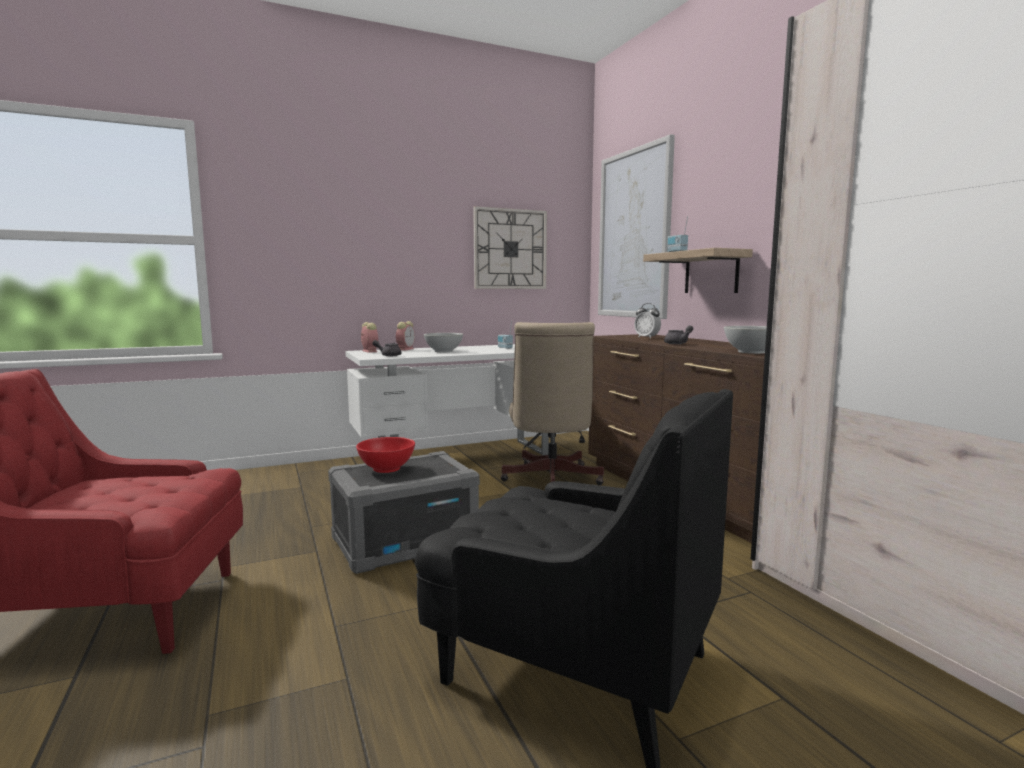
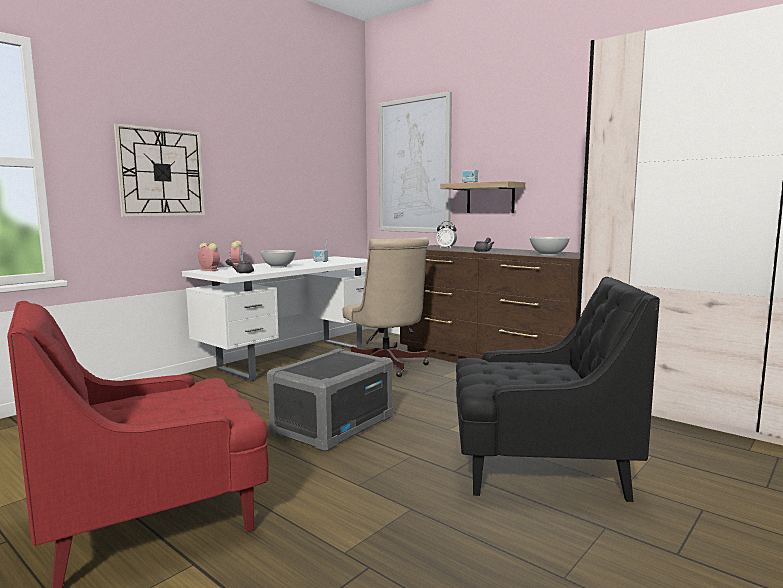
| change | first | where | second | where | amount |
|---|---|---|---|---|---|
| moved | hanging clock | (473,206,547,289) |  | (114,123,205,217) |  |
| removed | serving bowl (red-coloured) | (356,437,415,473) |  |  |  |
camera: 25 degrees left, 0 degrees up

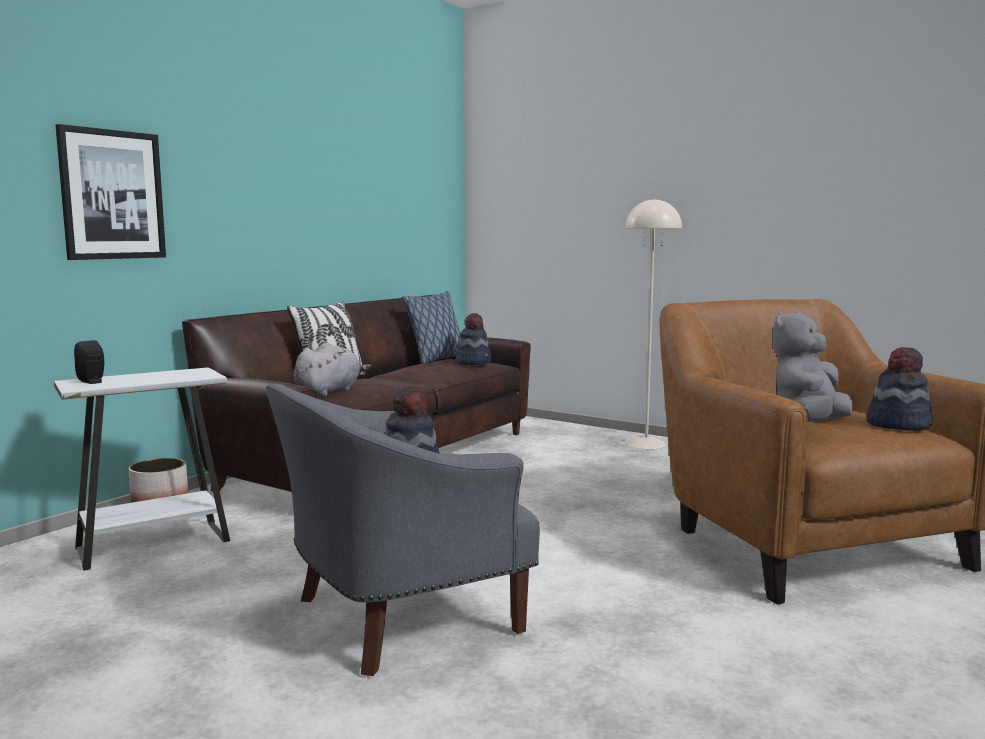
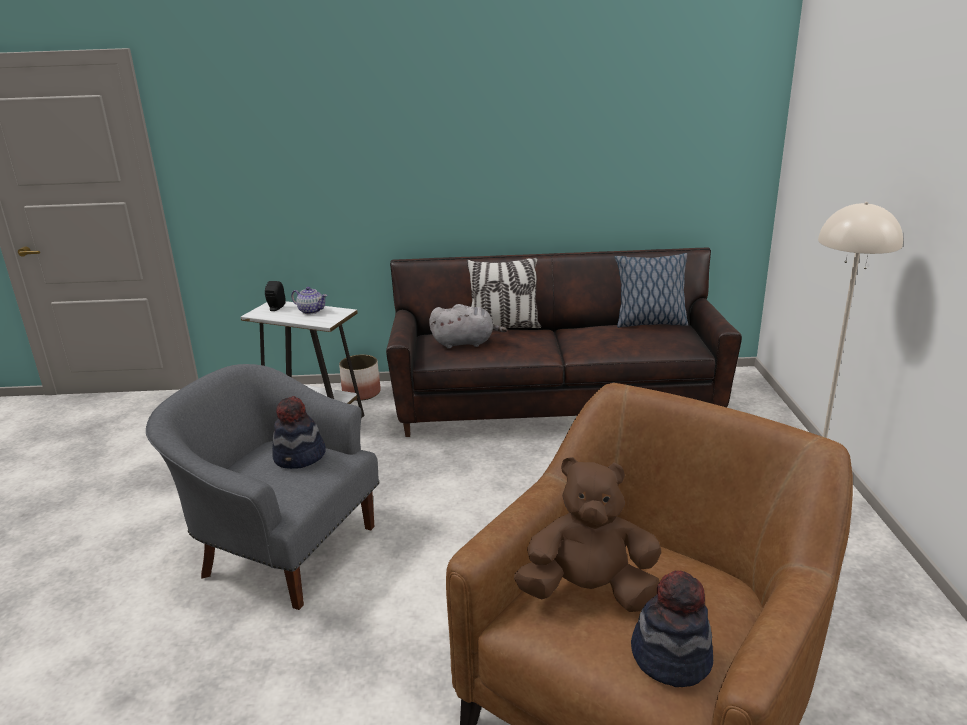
| change | first | where | second | where | amount |
|---|---|---|---|---|---|
| removed | wall art | (56,124,166,260) |  |  |  |
| recoloured | plush toy (greyish) | (773,311,854,422) | plush toy (brownish) | (514,457,661,612) |  |
| removed | clothing hat | (456,313,491,365) |  |  |  |
| added |  |  | teapot | (291,287,327,314) |  |
camera: 55 degrees right, 15 degrees up

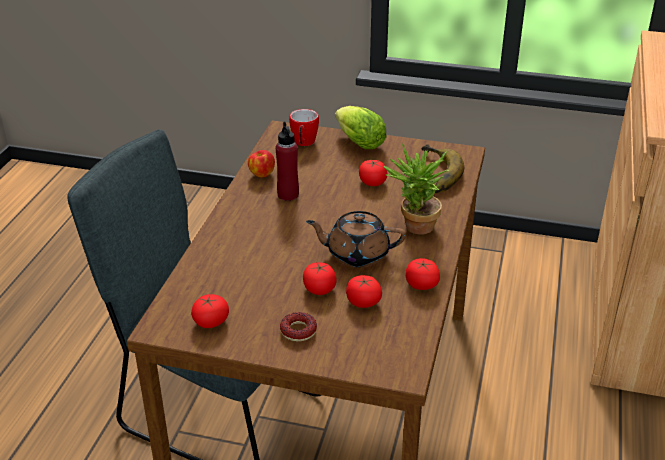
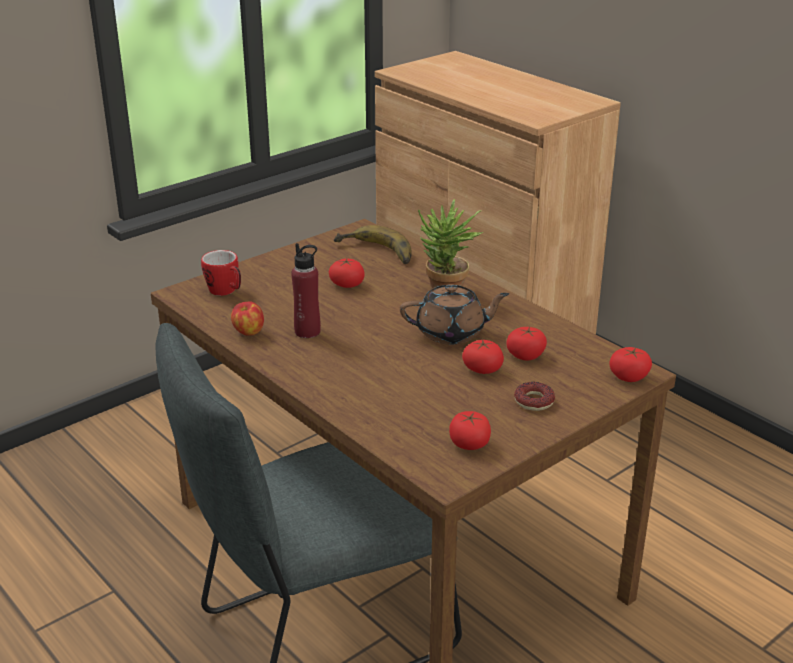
| change | first | where | second | where | amount |
|---|---|---|---|---|---|
| removed | lettuce head | (335,106,387,149) |  |  |  |
| turned | teapot (brownish) | (306,211,406,267) |  | (400,284,509,344) | 135 degrees counterclockwise |
| moved | fresh tomato | (405,258,440,290) |  | (609,347,652,382) |  |
camera: 55 degrees left, 5 degrees down

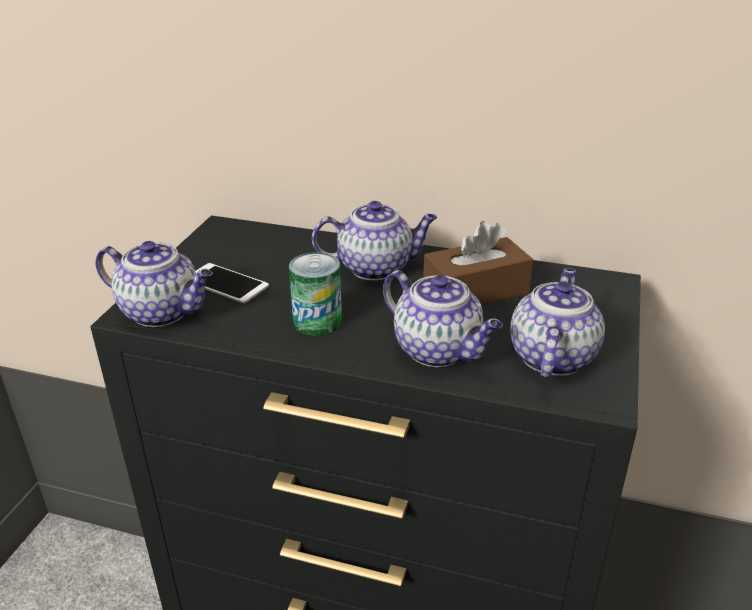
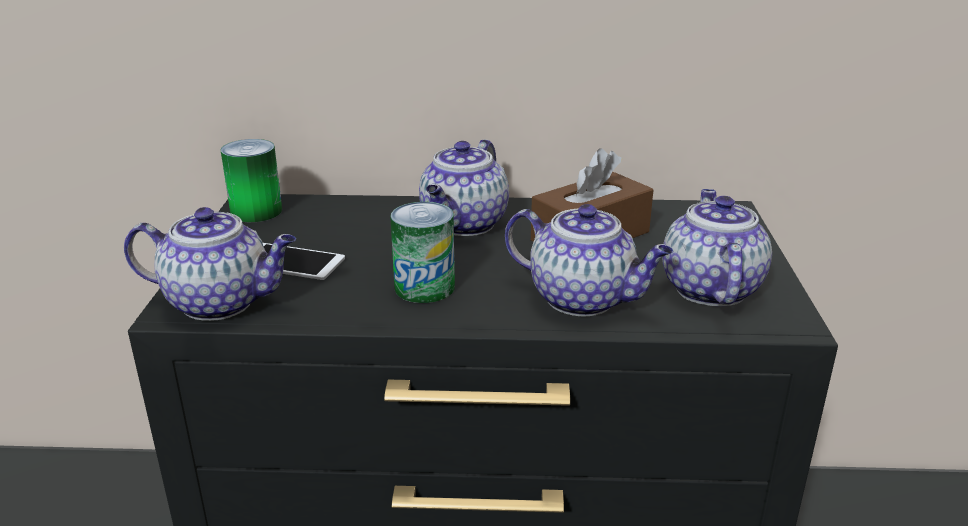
| change | first | where | second | where | amount |
|---|---|---|---|---|---|
| turned | teapot | (312,201,437,280) |  | (419,139,509,236) | 135 degrees clockwise |
| added |  |  | metal can | (220,139,282,222) |  |
camera: 15 degrees left, 5 degrees down

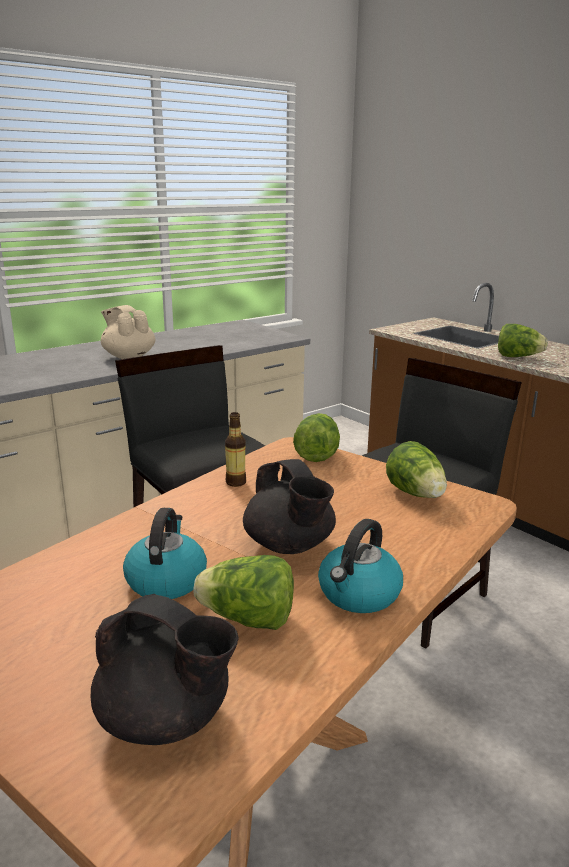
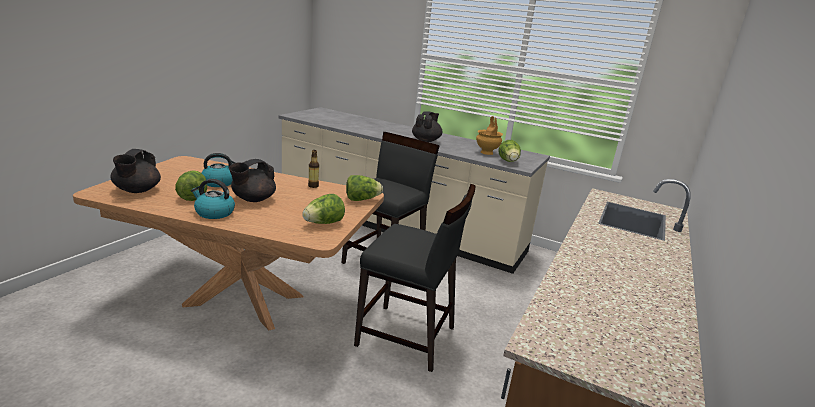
| change | first | where | second | where | amount |
|---|---|---|---|---|---|
| recoloured | teapot (beige) | (101,305,156,359) | teapot (black) | (412,111,442,142) |  |
| moved | lettuce head | (498,324,548,357) |  | (498,140,521,162) |  |
| added |  |  | vase (brownish) | (476,116,503,155) |  |
camera: 65 degrees right, 0 degrees up

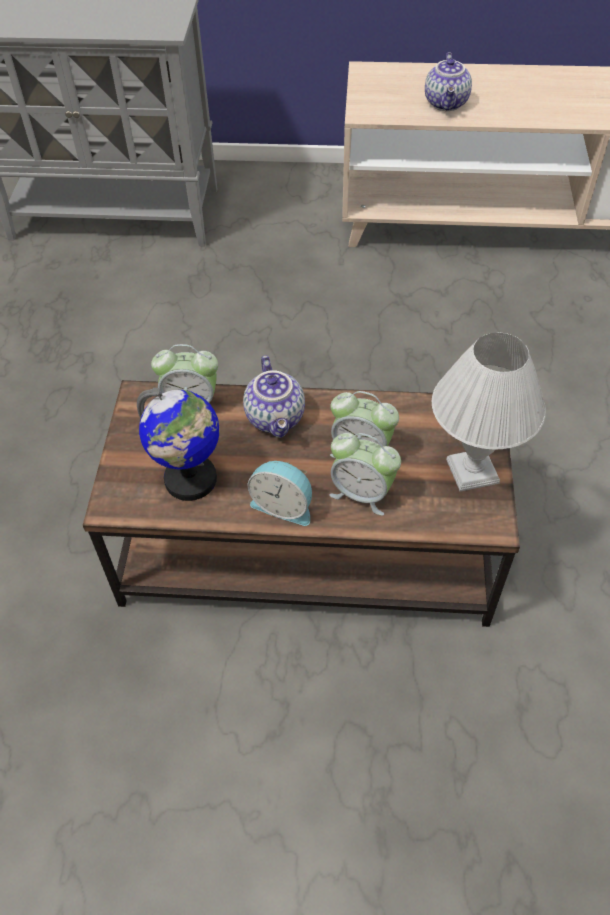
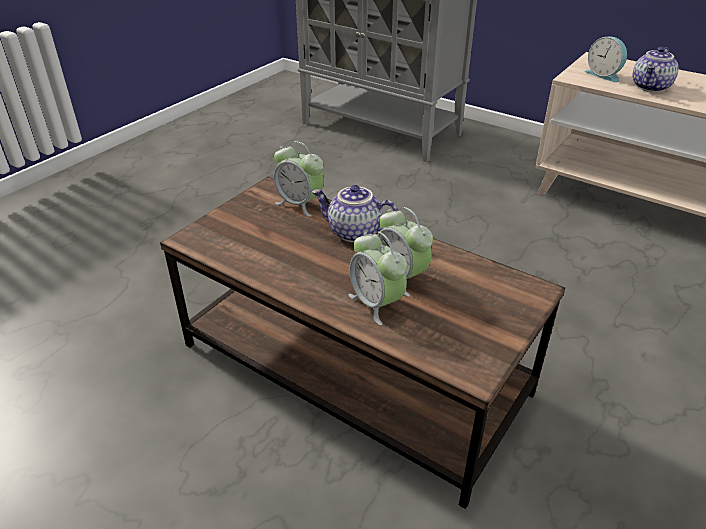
| change | first | where | second | where | amount |
|---|---|---|---|---|---|
| removed | lamp for a table (white-coloured) | (432,332,546,492) |  |  |  |
| turned | teapot | (243,355,305,438) |  | (312,185,398,242) | 90 degrees clockwise |
| removed | desk globe | (137,388,220,501) |  |  |  |
| moved | table clock | (248,461,312,526) |  | (584,36,627,82) |  |
camera: 30 degrees right, 15 degrees down

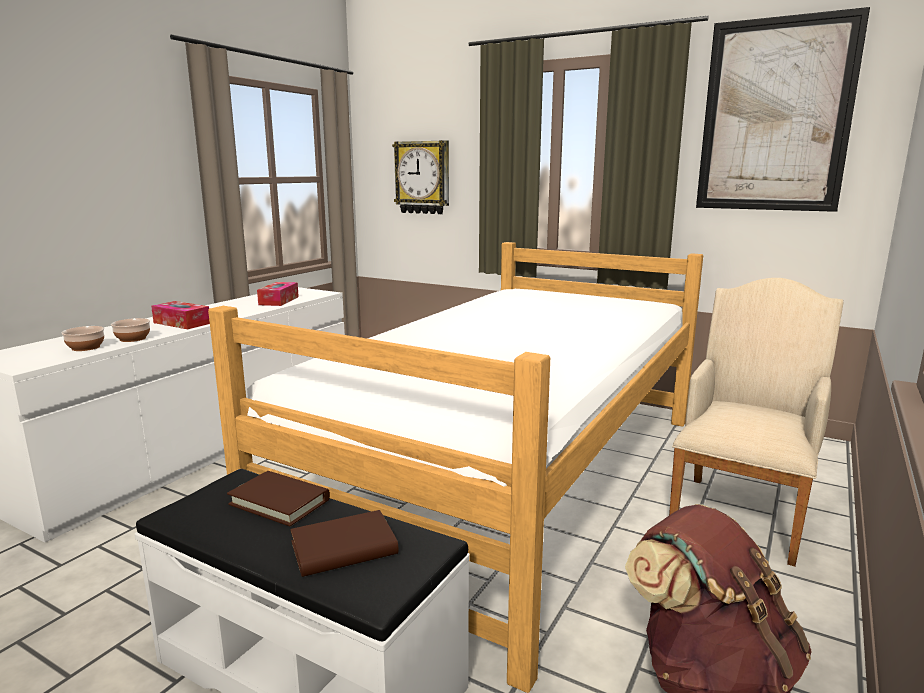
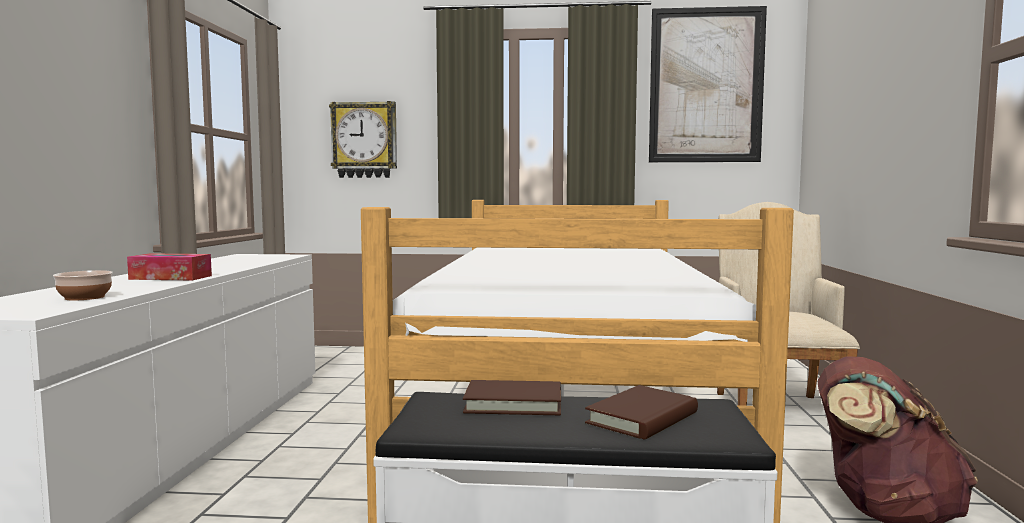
| change | first | where | second | where | amount |
|---|---|---|---|---|---|
| removed | box of tissues | (257,282,299,306) |  |  |  |
| removed | serving bowl | (111,318,150,342) |  |  |  |
camera: 25 degrees left, 10 degrees down

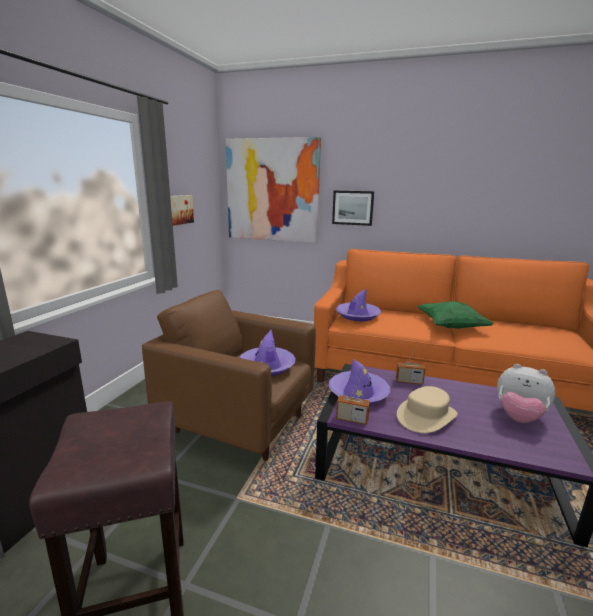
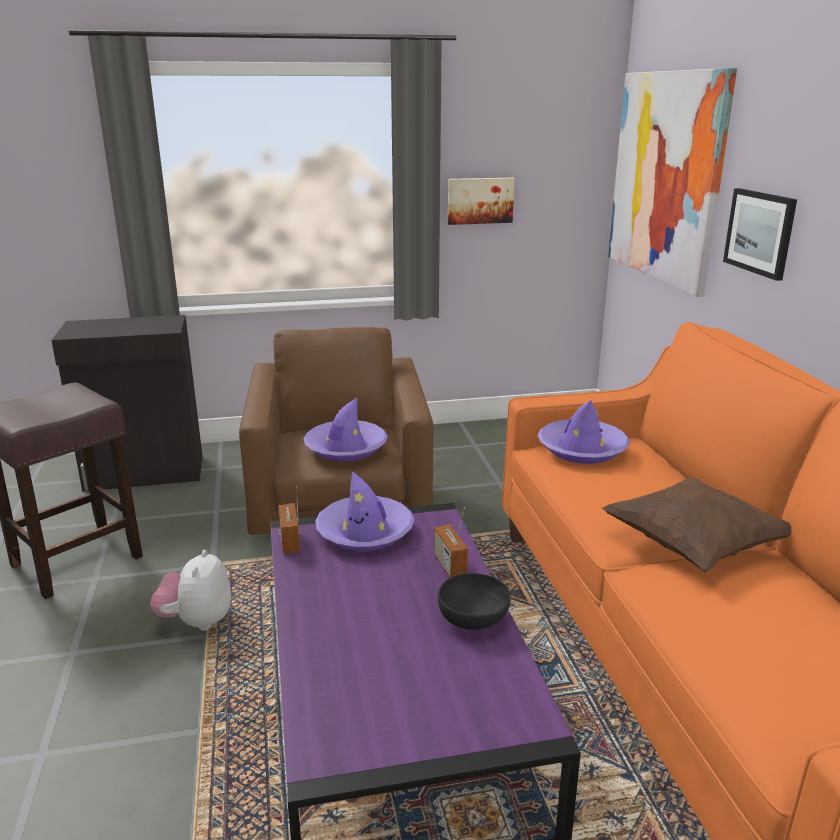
| change | first | where | second | where | amount |
|---|---|---|---|---|---|
| recoloured | cushion (green-coloured) | (418,301,494,329) | cushion (brownish) | (602,478,791,572) |  |
| moved | plush toy | (497,364,556,423) |  | (150,550,231,631) |  |
| removed | clothing hat (beige) | (397,386,458,433) |  |  |  |
| added |  |  | serving bowl (black) | (438,573,510,630) |  |
camera: 60 degrees right, 5 degrees up

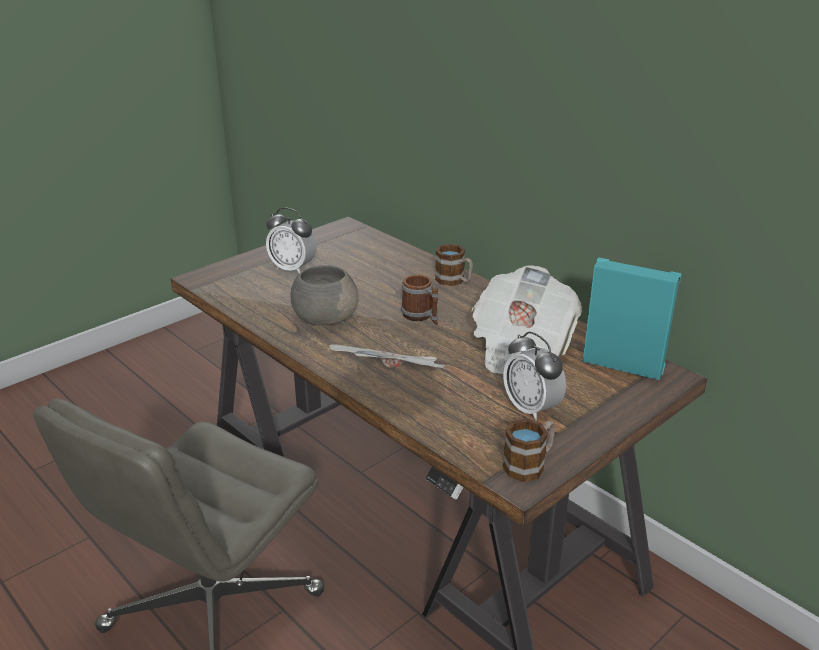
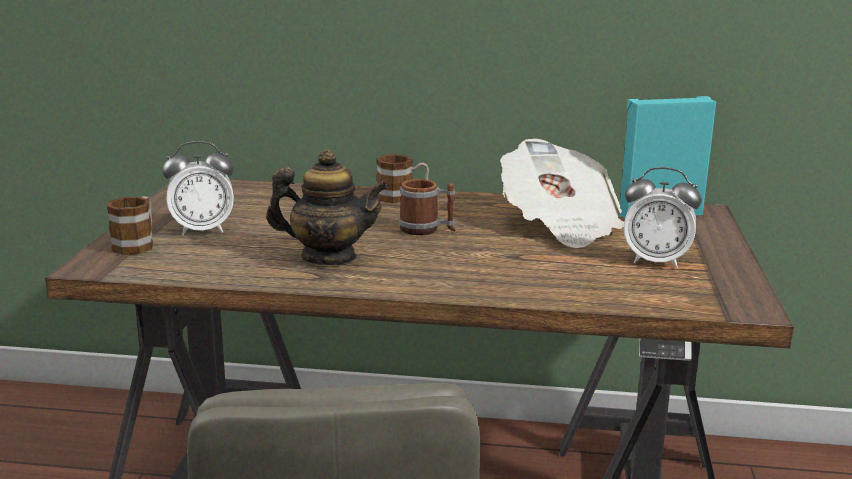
| change | first | where | second | where | amount |
|---|---|---|---|---|---|
| replaced | serving bowl (greyish) | (290,265,359,325) | teapot | (266,150,388,265) |  |
| removed | newspaper | (329,344,446,369) |  |  |  |
| moved | tea mug | (503,419,555,482) |  | (107,196,153,255) |  |
camera: 40 degrees left, 10 degrees down

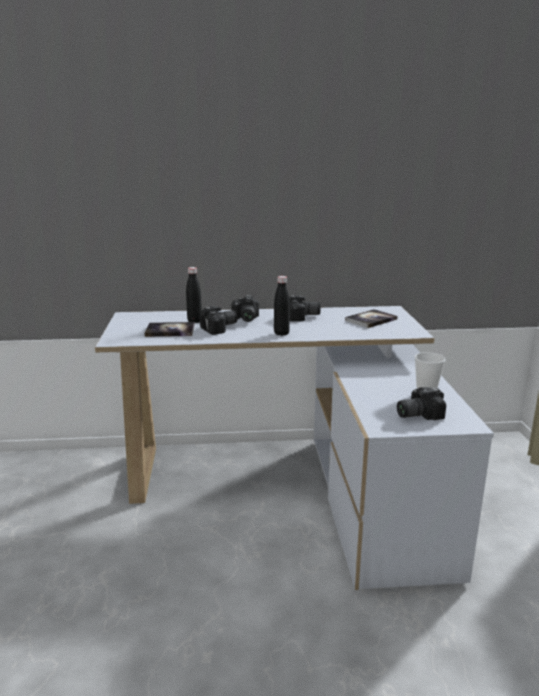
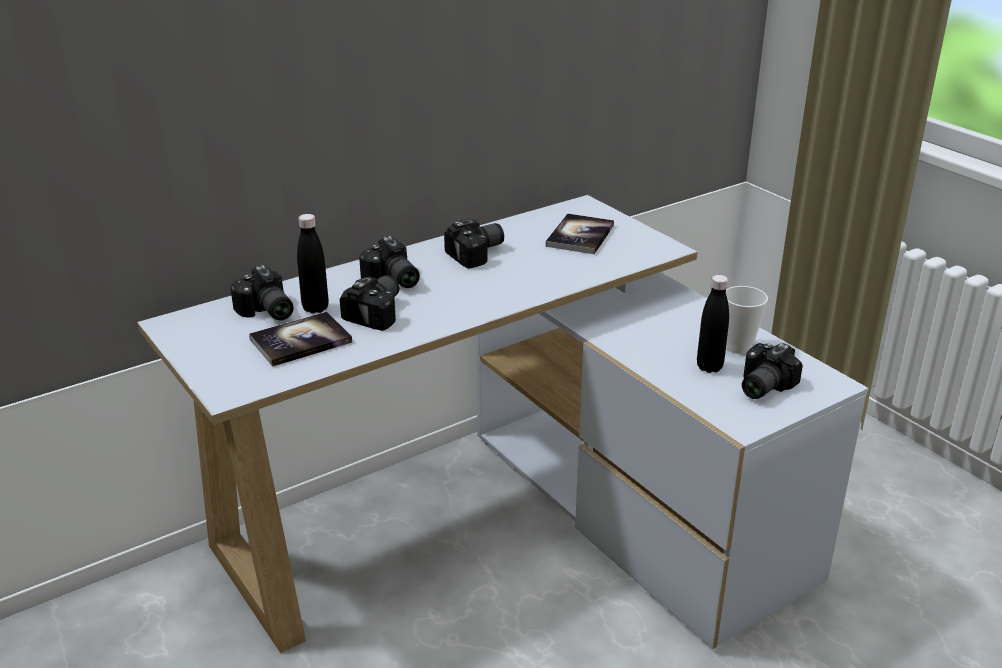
| change | first | where | second | where | amount |
|---|---|---|---|---|---|
| moved | drink bottle (black) | (274,276,290,336) |  | (697,275,729,373) |  |
| added |  |  | still camera | (230,265,293,320) |  |
camera: 30 degrees left, 10 degrees up

